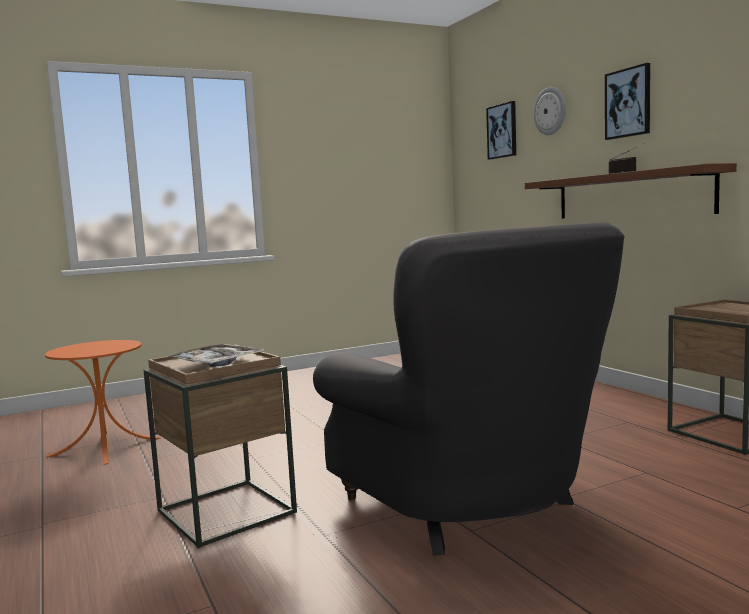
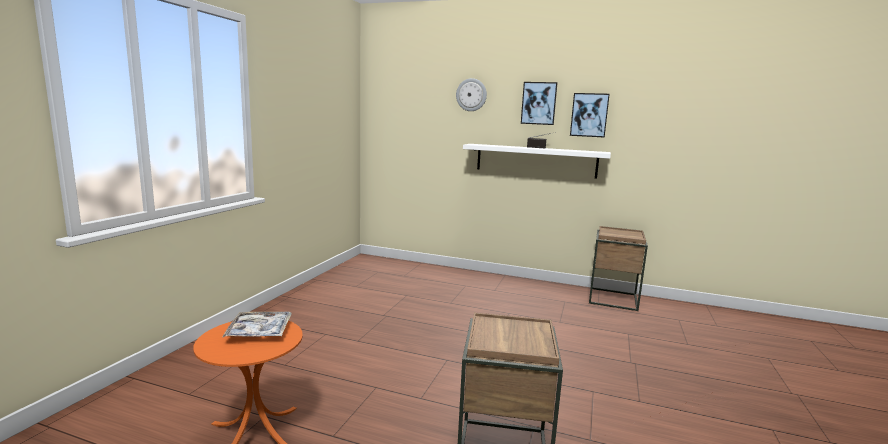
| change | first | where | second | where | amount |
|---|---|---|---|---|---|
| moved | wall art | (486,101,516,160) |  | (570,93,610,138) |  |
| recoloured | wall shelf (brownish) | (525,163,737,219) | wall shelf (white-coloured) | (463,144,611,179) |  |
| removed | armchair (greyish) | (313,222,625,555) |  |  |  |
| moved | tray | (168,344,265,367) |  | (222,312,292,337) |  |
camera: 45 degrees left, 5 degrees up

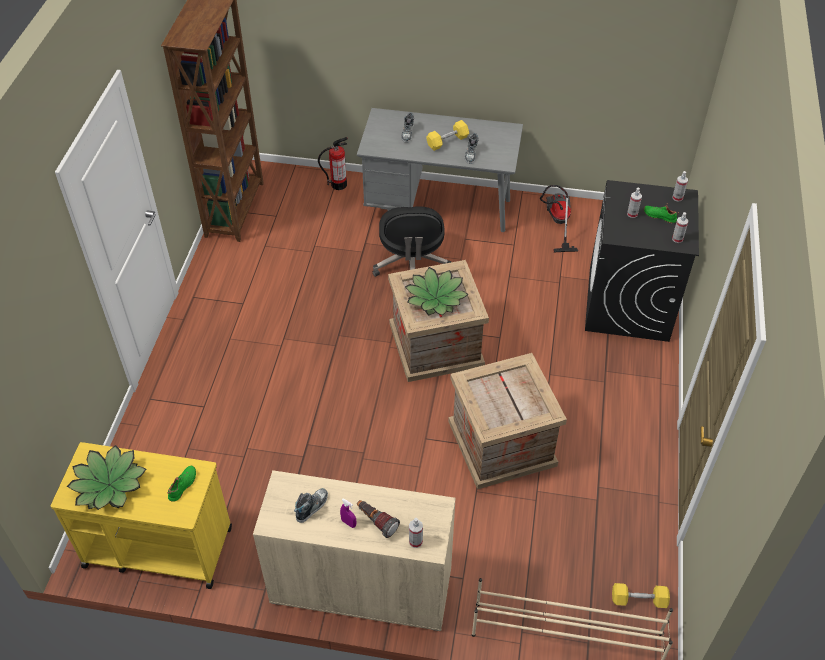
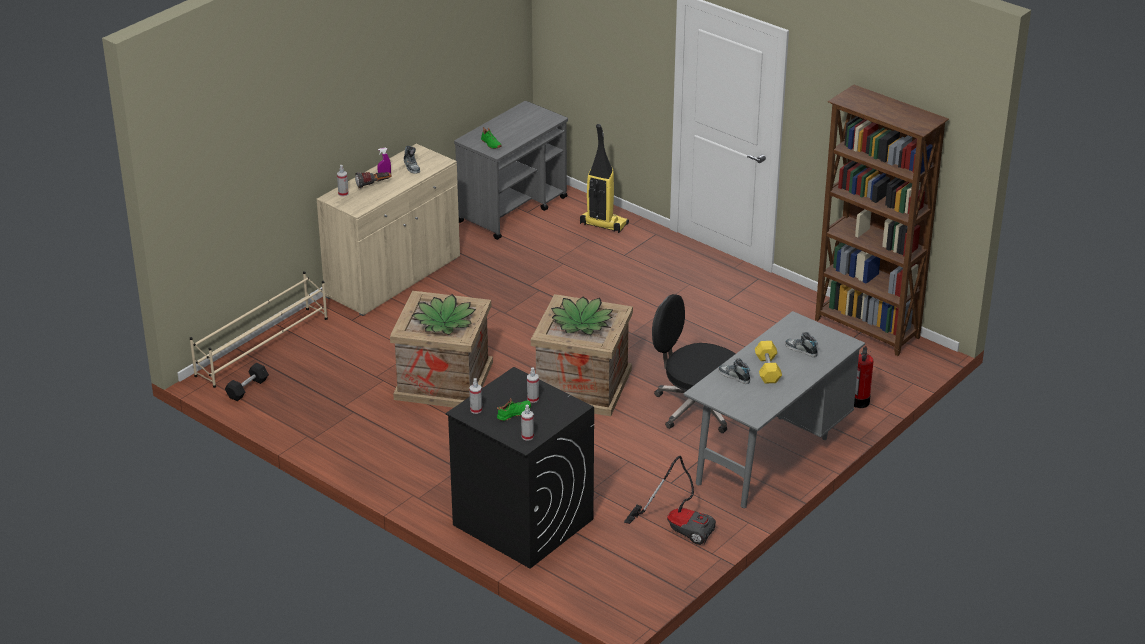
| change | first | where | second | where | amount |
|---|---|---|---|---|---|
| recoloured | wheeled cart (yellow-coloured) | (51,442,232,589) | wheeled cart (greyish) | (454,101,568,240) |  |
| moved | houseplant | (67,445,146,510) |  | (412,294,476,335) |  |
| recoloured | hand weight (yellow-coloured) | (612,583,670,608) | hand weight (black) | (225,363,269,401) |  |
| added |  |  | vacuum | (580,124,629,233) |  |
camera: 120 degrees right, 15 degrees down

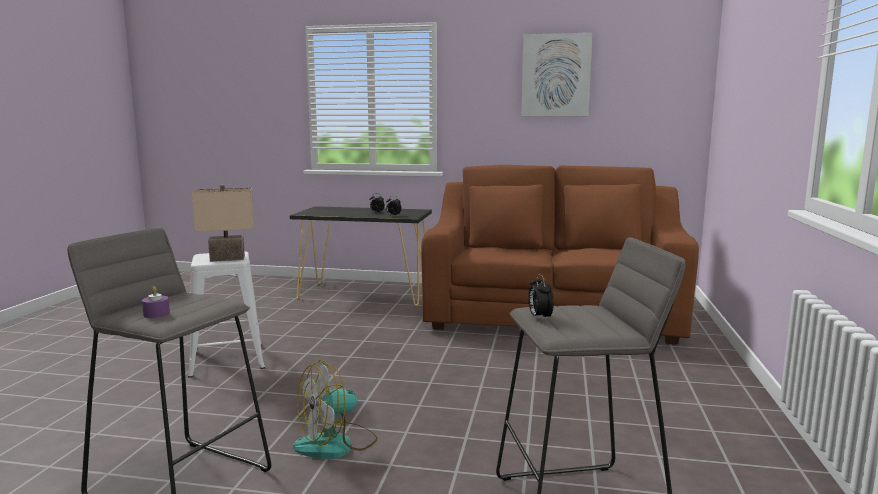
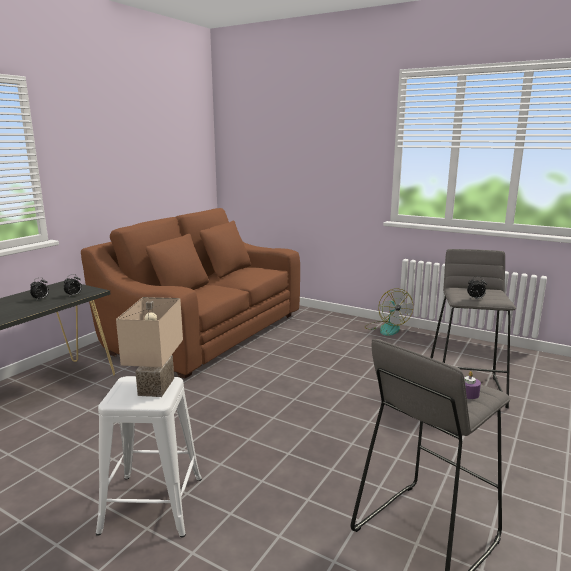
| change | first | where | second | where | amount |
|---|---|---|---|---|---|
| removed | wall art | (521,33,592,116) |  |  |  |
| moved | cooling fan | (293,360,377,459) |  | (365,288,413,336) |  |
camera: 70 degrees left, 5 degrees up

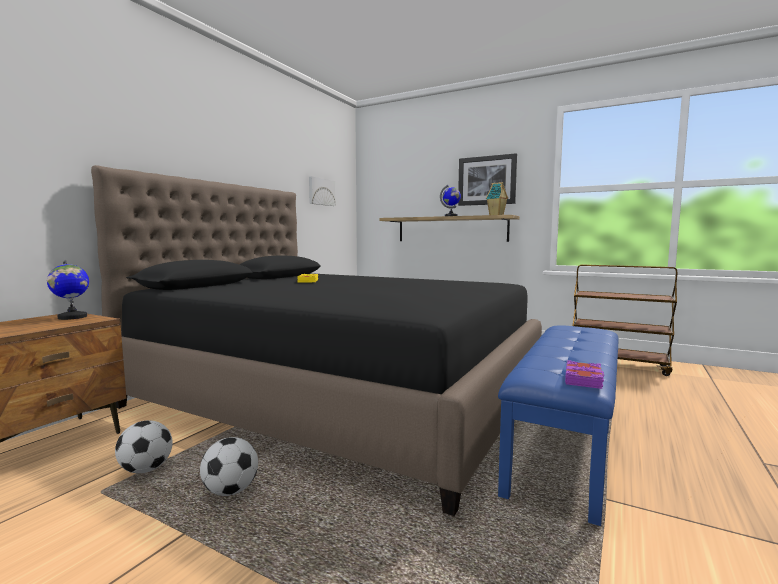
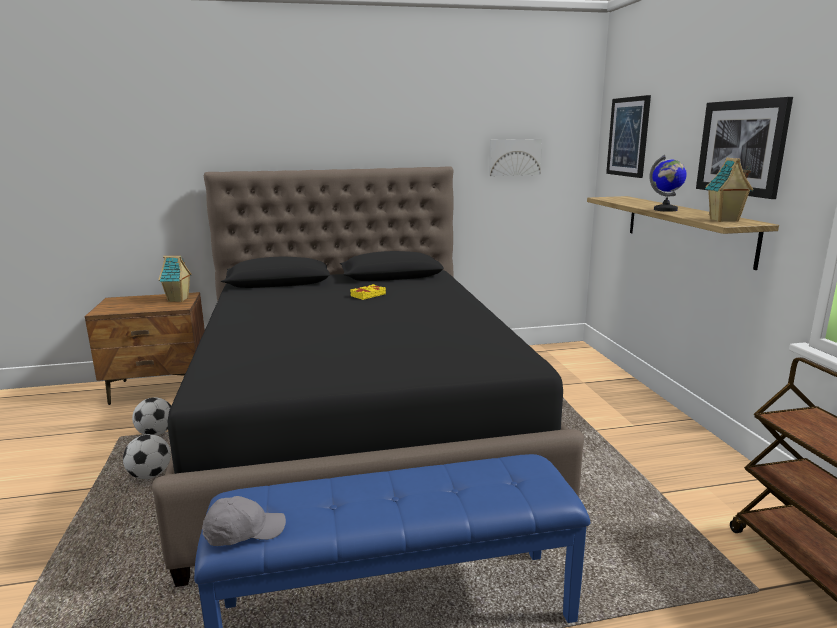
| change | first | where | second | where | amount |
|---|---|---|---|---|---|
| replaced | desk globe | (47,260,89,320) | miniature house | (158,256,192,302) |  |
| replaced | book (purple) | (565,360,604,389) | baseball cap (greyish) | (202,496,286,546) |  |
| added |  |  | wall art | (606,95,651,178) |  |
camera: 50 degrees right, 10 degrees up

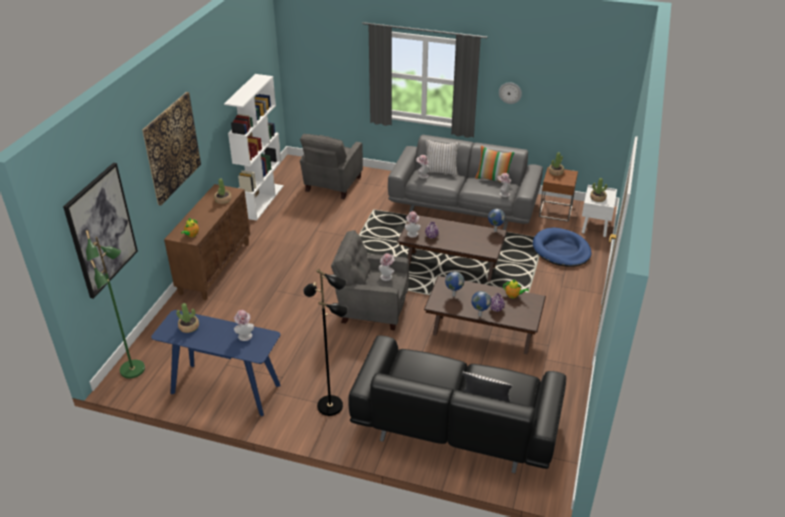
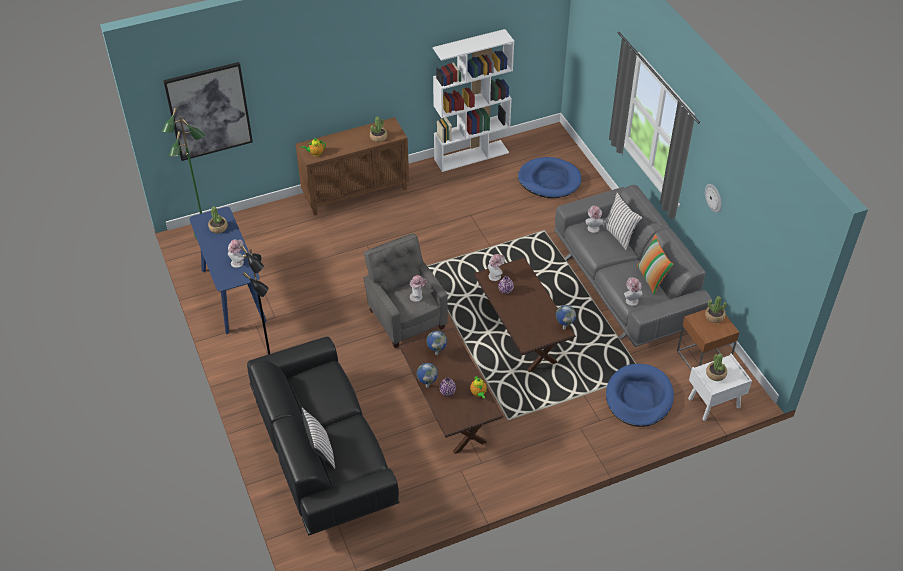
| change | first | where | second | where | amount |
|---|---|---|---|---|---|
| removed | wall art | (142,92,201,205) |  |  |  |
| replaced | armchair (greyish) | (300,134,363,199) | dog bed (bluish) | (518,157,581,198) |  |
camera: 50 degrees right, 10 degrees up

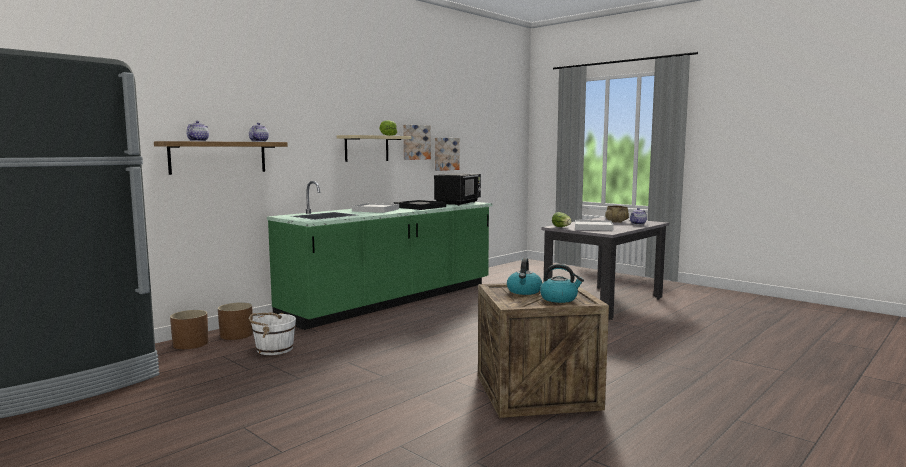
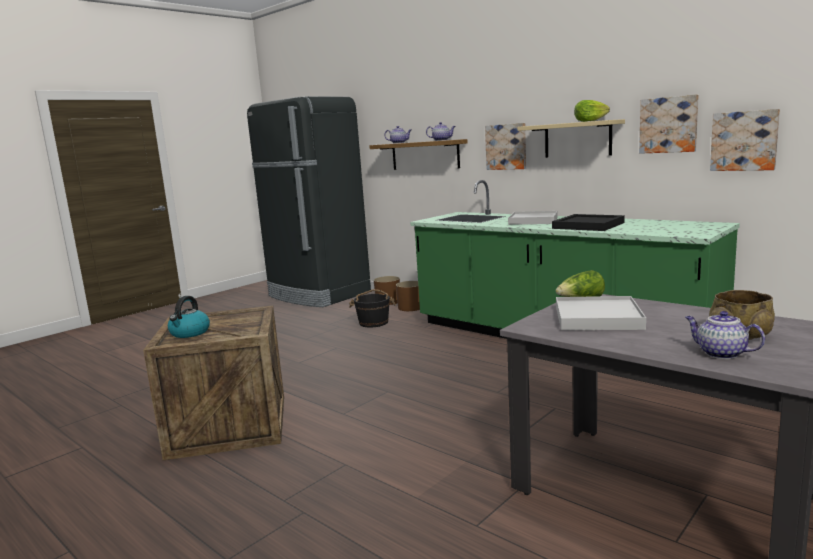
| change | first | where | second | where | amount |
|---|---|---|---|---|---|
| removed | microwave (black) | (434,173,481,206) |  |  |  |
| removed | kettle | (507,258,542,295) |  |  |  |
| recoloured | water bucket (white-coloured) | (249,313,296,355) | water bucket (black) | (349,289,396,328) |  |
| added |  |  | wall art | (485,123,526,170) |  |
camera: 90 degrees right, 5 degrees up

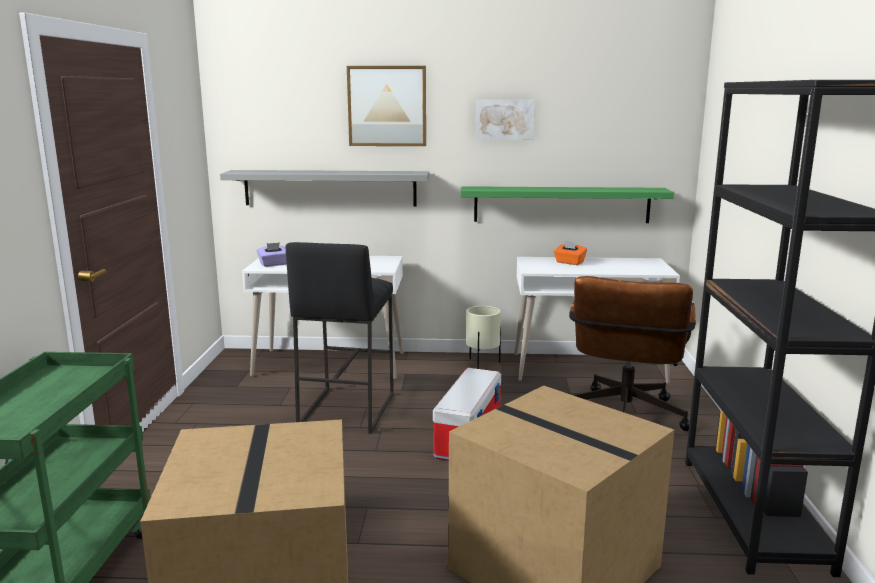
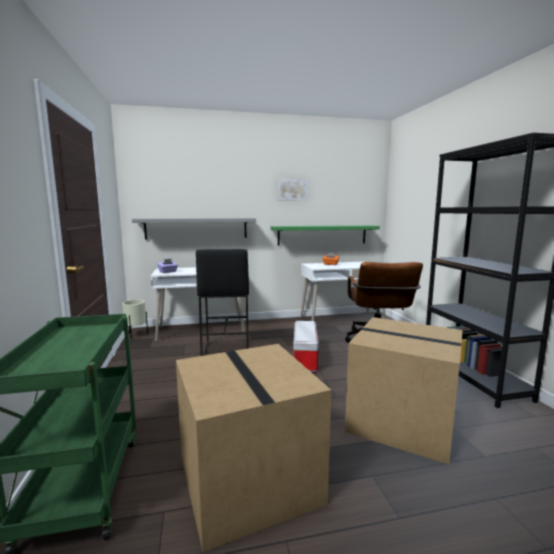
| change | first | where | second | where | amount |
|---|---|---|---|---|---|
| removed | wall art | (347,66,426,146) |  |  |  |
| moved | planter (beige) | (466,306,501,369) |  | (122,300,148,339) |  |
camera: 15 degrees left, 5 degrees down

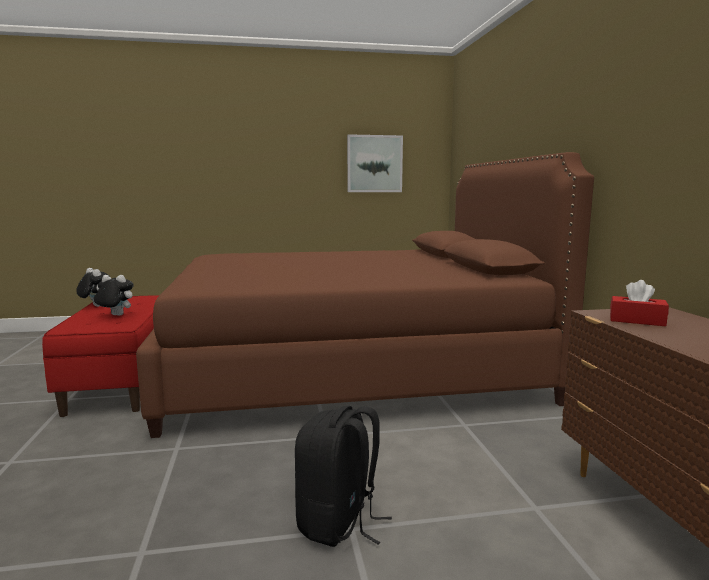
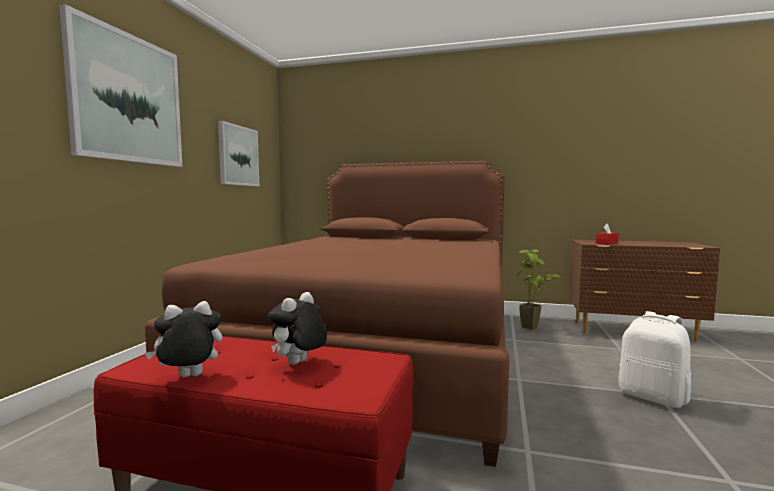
| change | first | where | second | where | amount |
|---|---|---|---|---|---|
| recoloured | rucksack (black) | (295,406,392,547) | rucksack (white-coloured) | (619,311,691,408) |  |
| added |  |  | wall art | (59,4,182,167) |  |
| added |  |  | houseplant | (516,249,561,330) |  |
camera: 65 degrees left, 5 degrees down

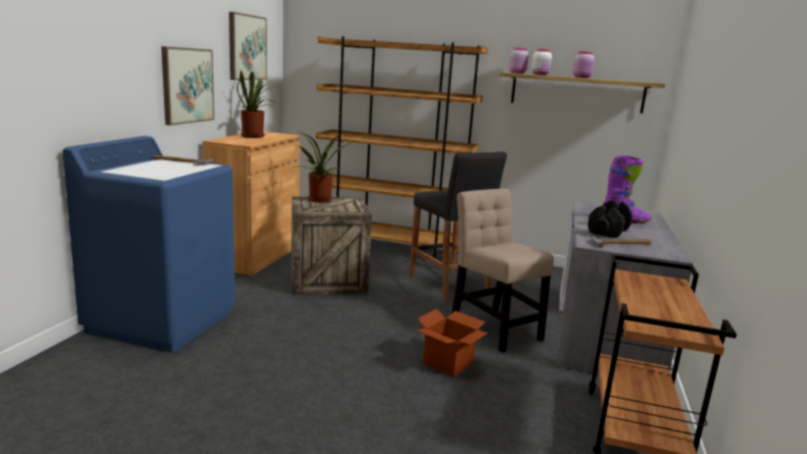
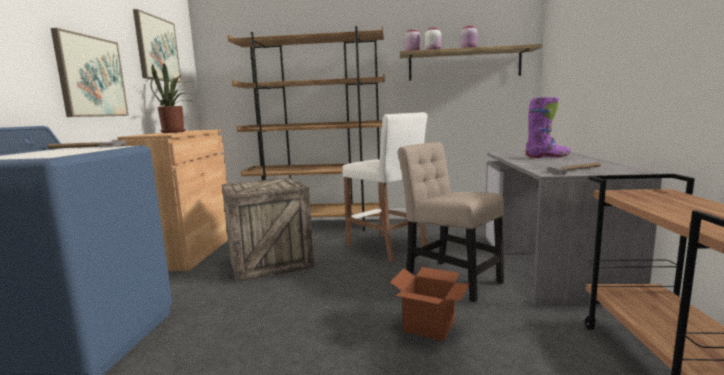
| change | first | where | second | where | amount |
|---|---|---|---|---|---|
| removed | houseplant | (292,132,353,203) |  |  |  |
| recoloured | stool (black) | (409,152,507,301) | stool (white-coloured) | (343,112,428,262) |  |
| removed | hand weight (black) | (588,200,633,238) |  |  |  |
camera: 10 degrees left, 5 degrees down

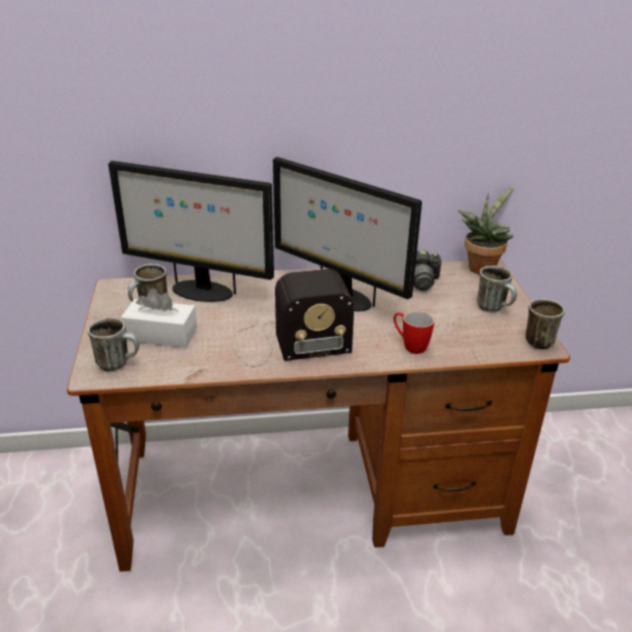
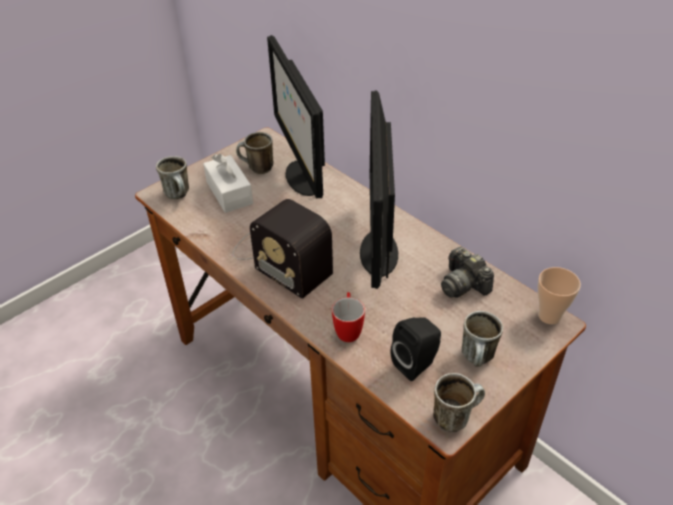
| change | first | where | second | where | amount |
|---|---|---|---|---|---|
| replaced | houseplant | (458,185,515,275) | cup | (538,267,581,324) |  |
| added |  |  | speaker (black) | (391,317,441,381) |  |
camera: 55 degrees right, 10 degrees up

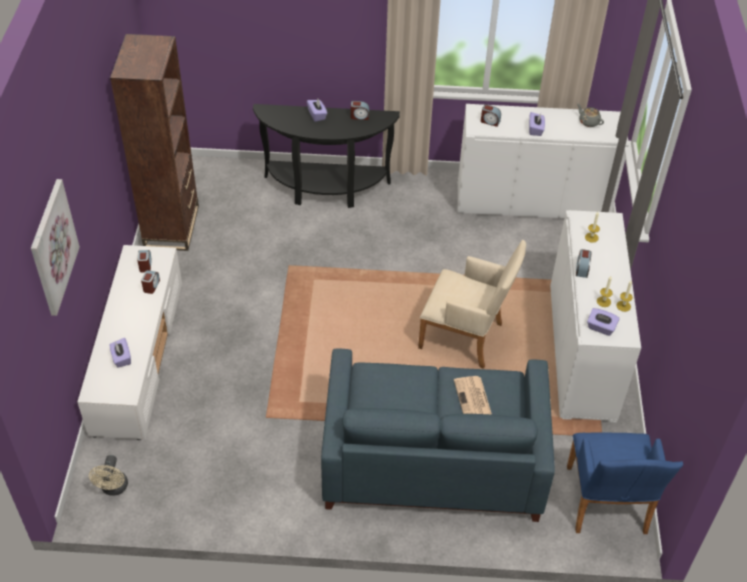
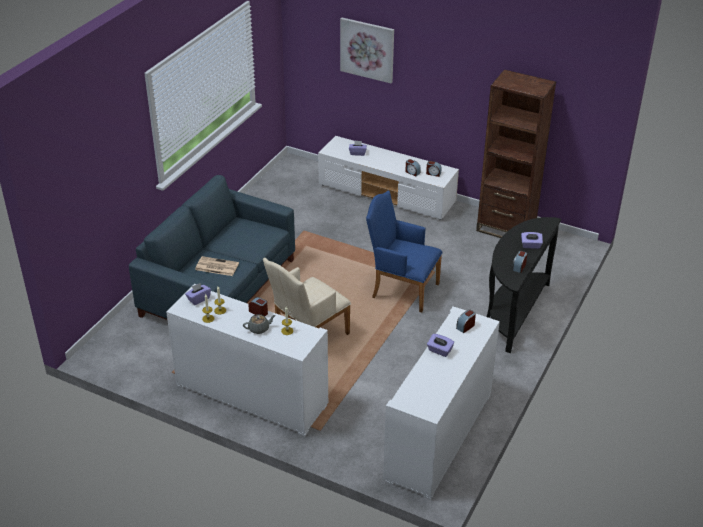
| change | first | where | second | where | amount |
|---|---|---|---|---|---|
| moved | teapot (greyish) | (577,103,604,127) |  | (243,314,276,334) |  |
| moved | armchair (bluish) | (567,432,683,534) |  | (366,191,443,312) |  |
| removed | cooling fan (beige) | (89,455,128,496) |  |  |  |
camera: 115 degrees right, 10 degrees down

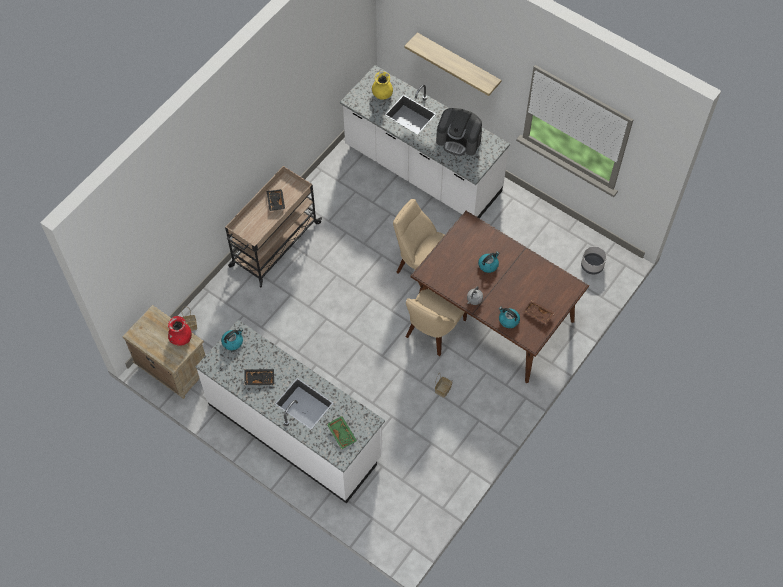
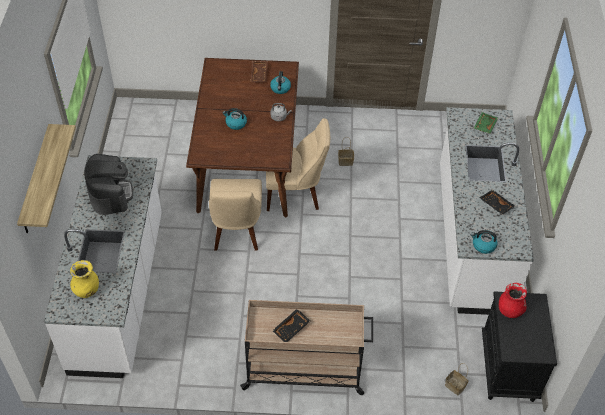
| change | first | where | second | where | amount |
|---|---|---|---|---|---|
| removed | planter (greyish) | (581,246,607,274) |  |  |  |
| recoloured | bedside table (beige) | (122,305,206,399) | bedside table (black) | (482,291,557,402) |  |
camera: 125 degrees left, 10 degrees down

